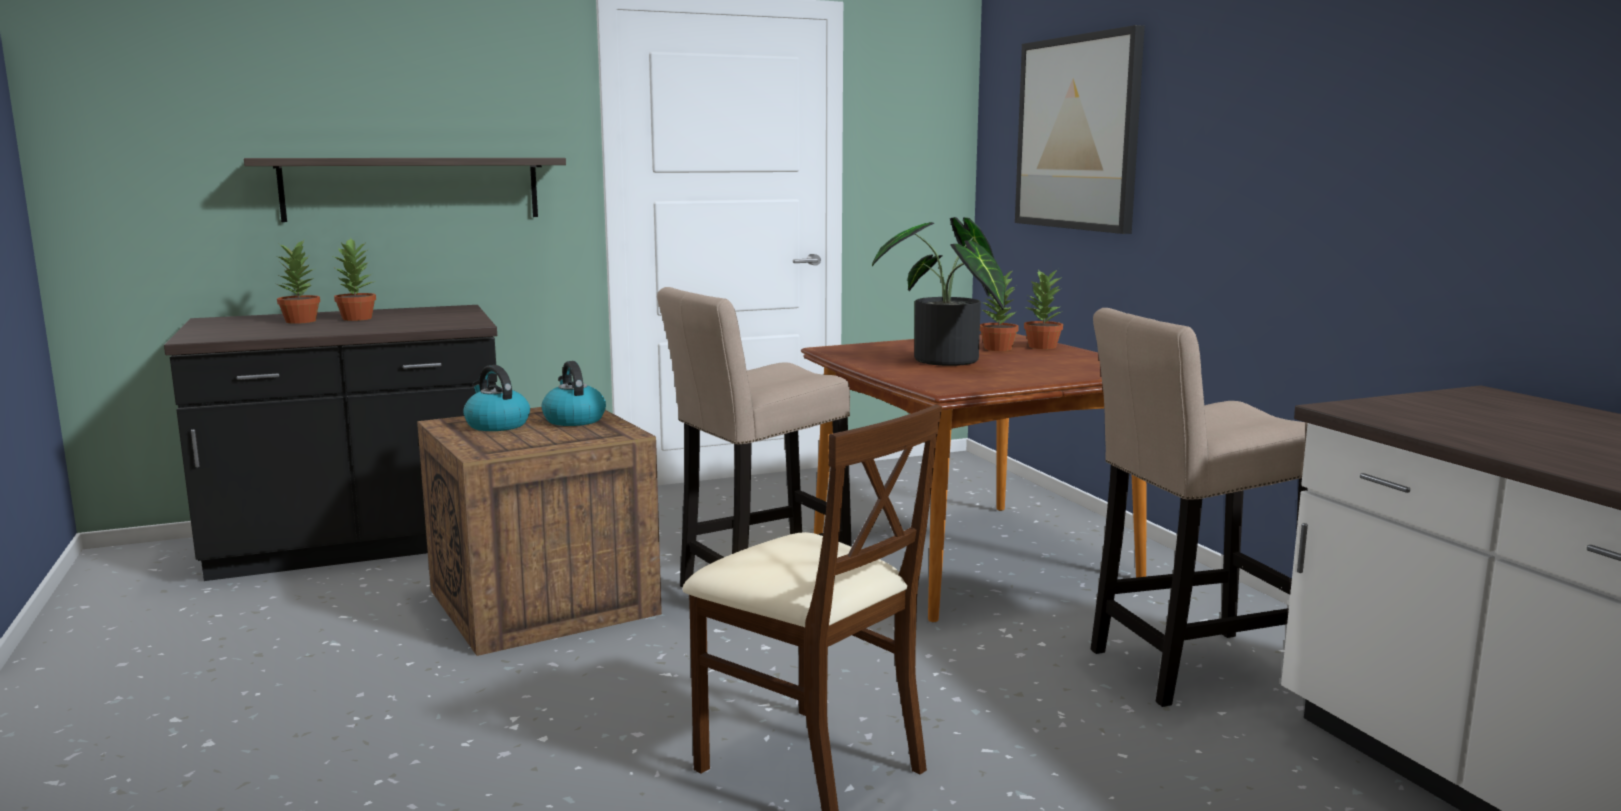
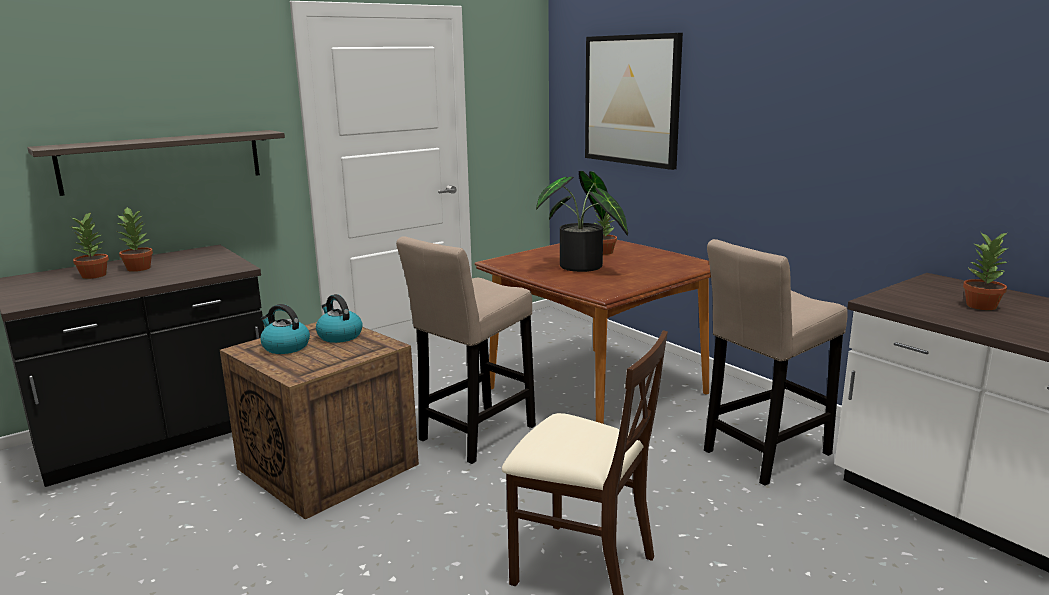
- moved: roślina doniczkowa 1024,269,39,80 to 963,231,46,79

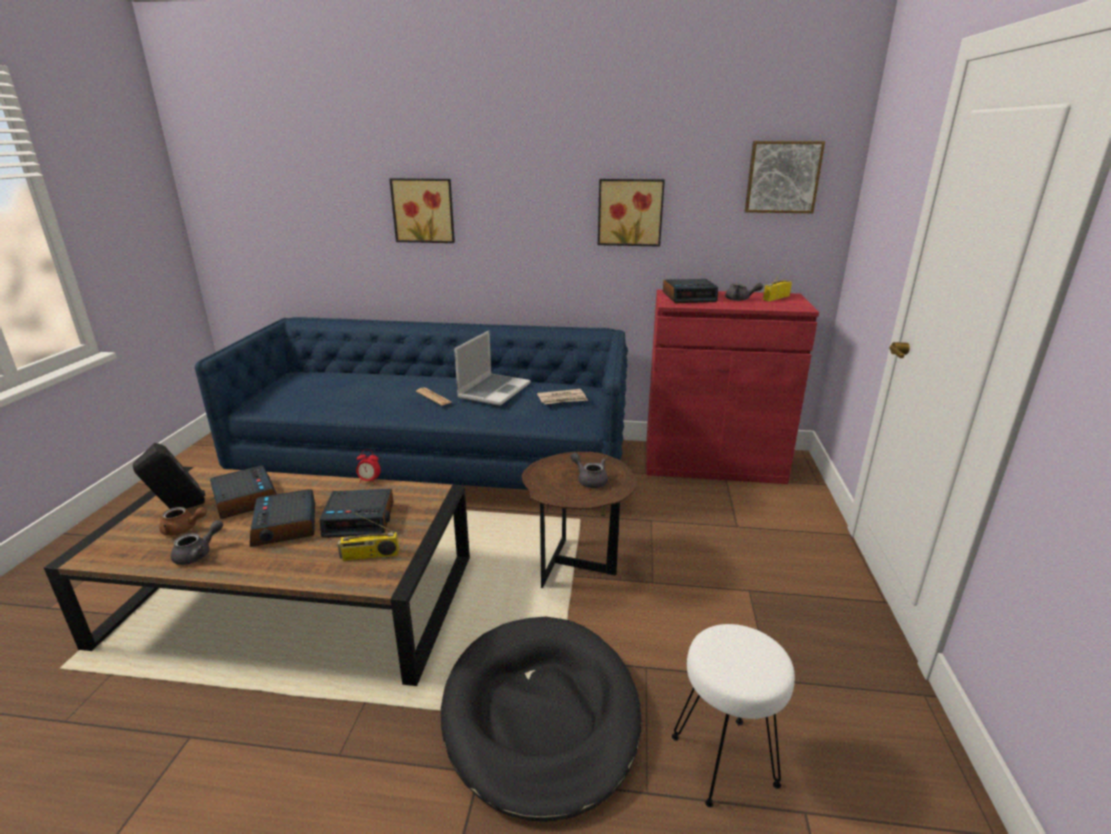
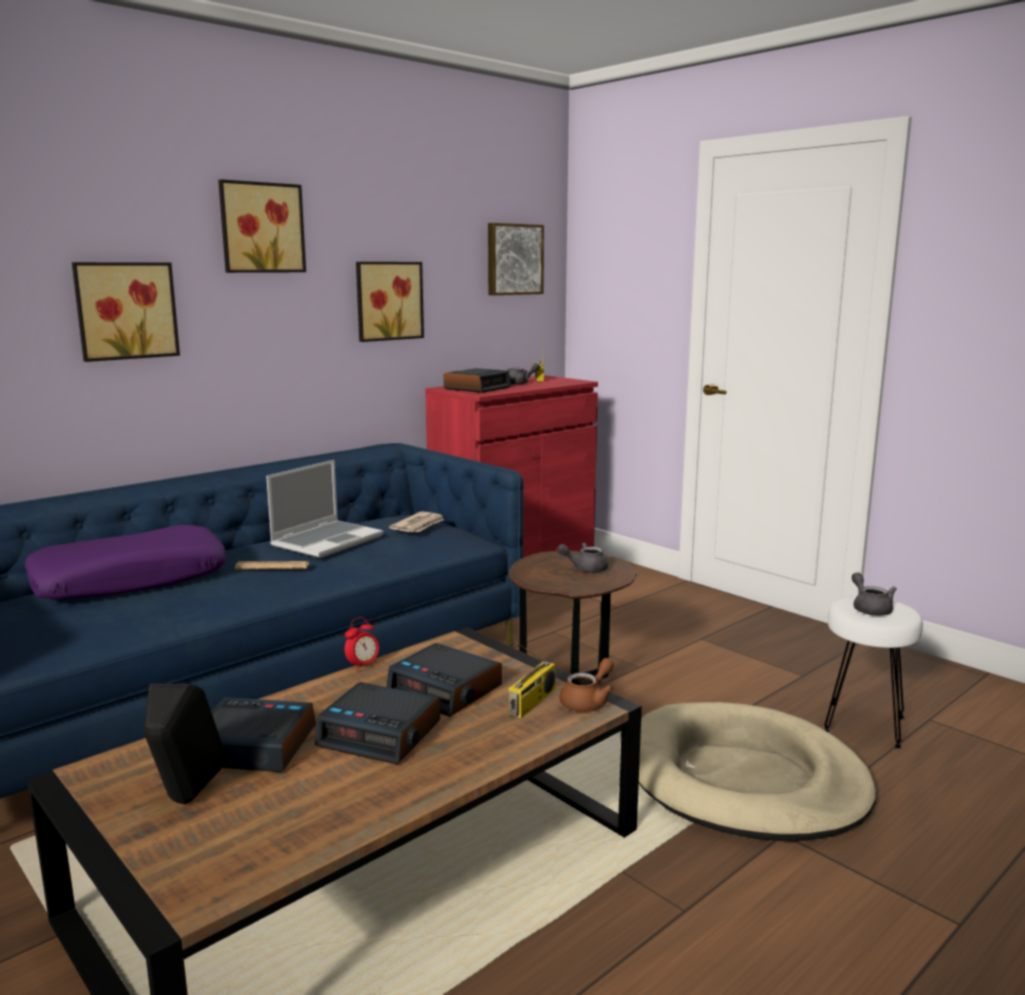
- moved: imbryk (brązowy) 159,507,48,29 to 559,658,55,54
- moved: imbryk (szary) 171,520,52,45 to 852,573,45,43
- turned: budzik 320,489,73,49 = 386,643,116,74 90 degrees clockwise
- recoloured: legowisko (czarny) 441,617,201,205 to legowisko (beżowy) 639,702,237,140
- turned: laptop 454,331,76,75 = 266,460,117,98 60 degrees clockwise
- added: poduszka (fioletowy) 25,525,201,75
- added: obraz 218,179,88,94

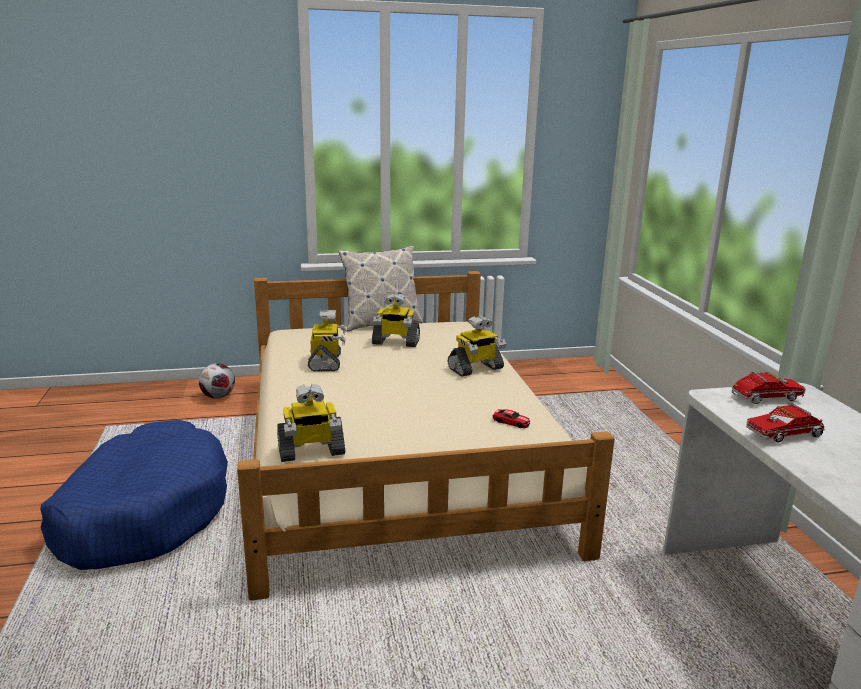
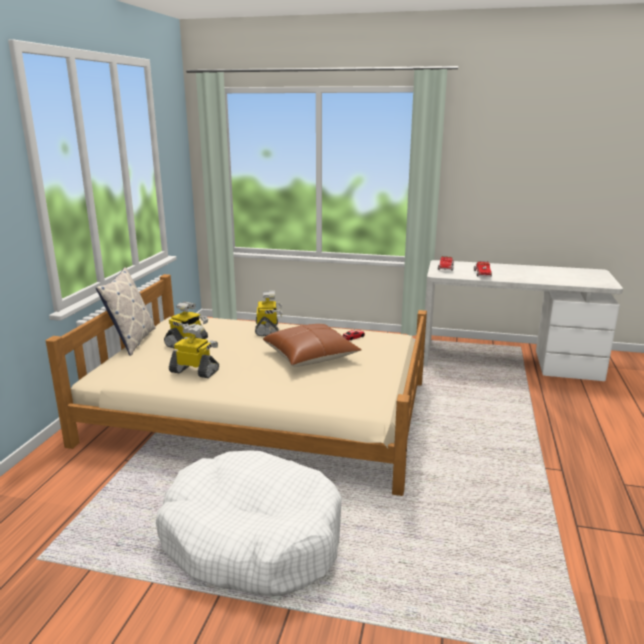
- recoloured: legowisko (niebieski) 40,420,188,150 to legowisko (biały) 156,450,186,146
- removed: piłka futbolowa 199,363,36,36
- removed: robot zabawkowy 277,384,68,78
- added: poduszka (brązowy) 263,324,99,43

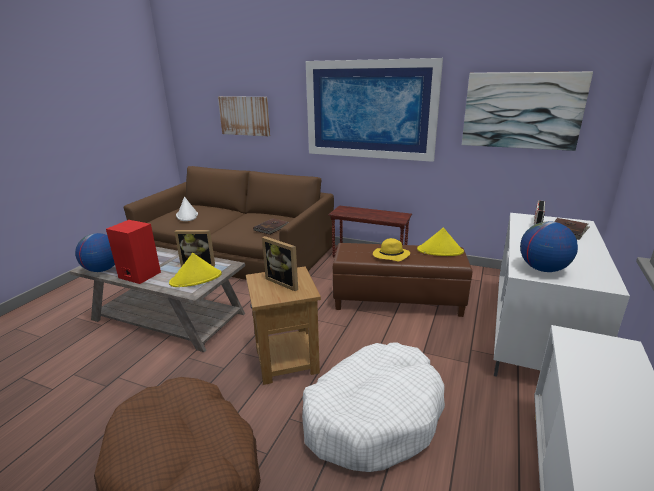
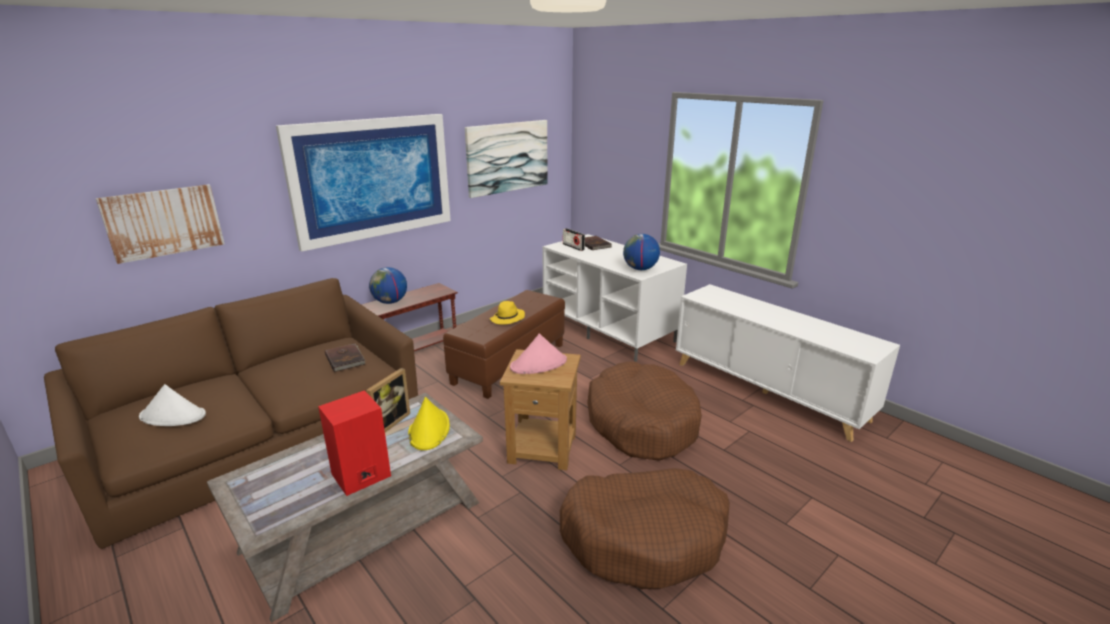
- moved: globus 75,233,40,39 to 369,267,38,37
- replaced: ramka na zdjęcie 262,236,36,55 to kapelusz (różowy) 510,334,57,40
- recoloured: legowisko (biały) 302,342,143,130 to legowisko (brązowy) 587,362,115,99
- removed: kapelusz (żółty) 417,228,47,28

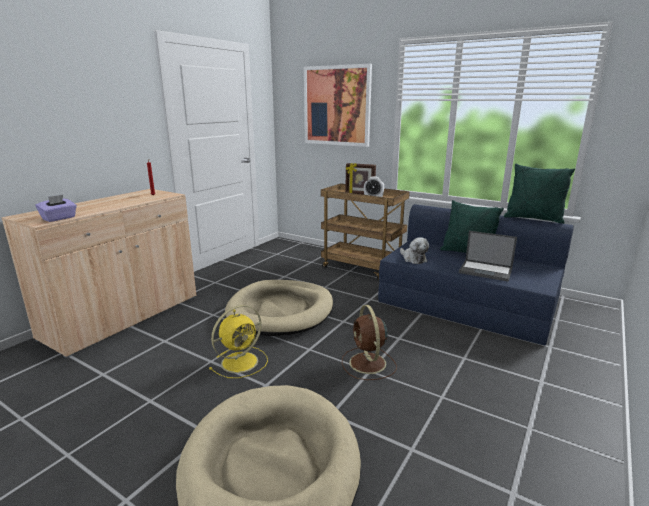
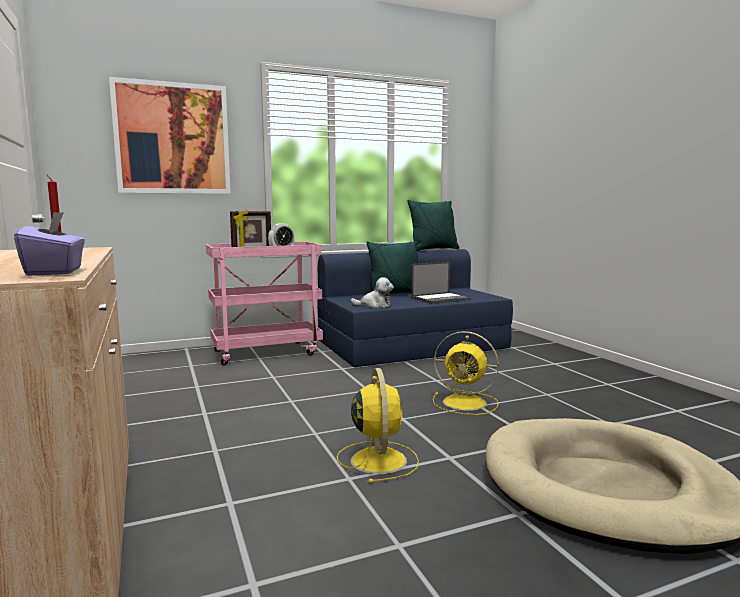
- removed: legowisko (beżowy) 225,280,108,56
- recoloured: wózek (brązowy) 321,183,89,98 to wózek (różowy) 206,242,117,123
- recoloured: wentylator (brązowy) 342,305,55,75 to wentylator (żółty) 433,331,66,84

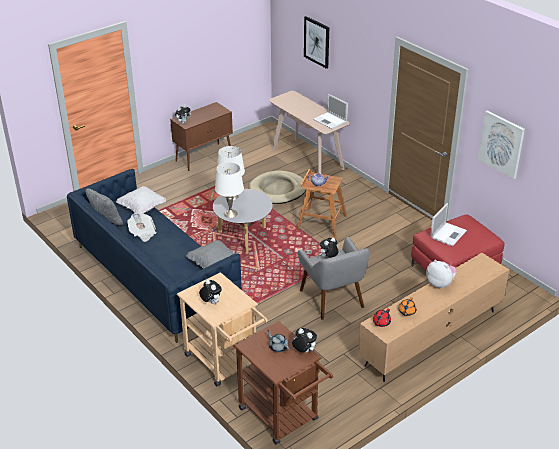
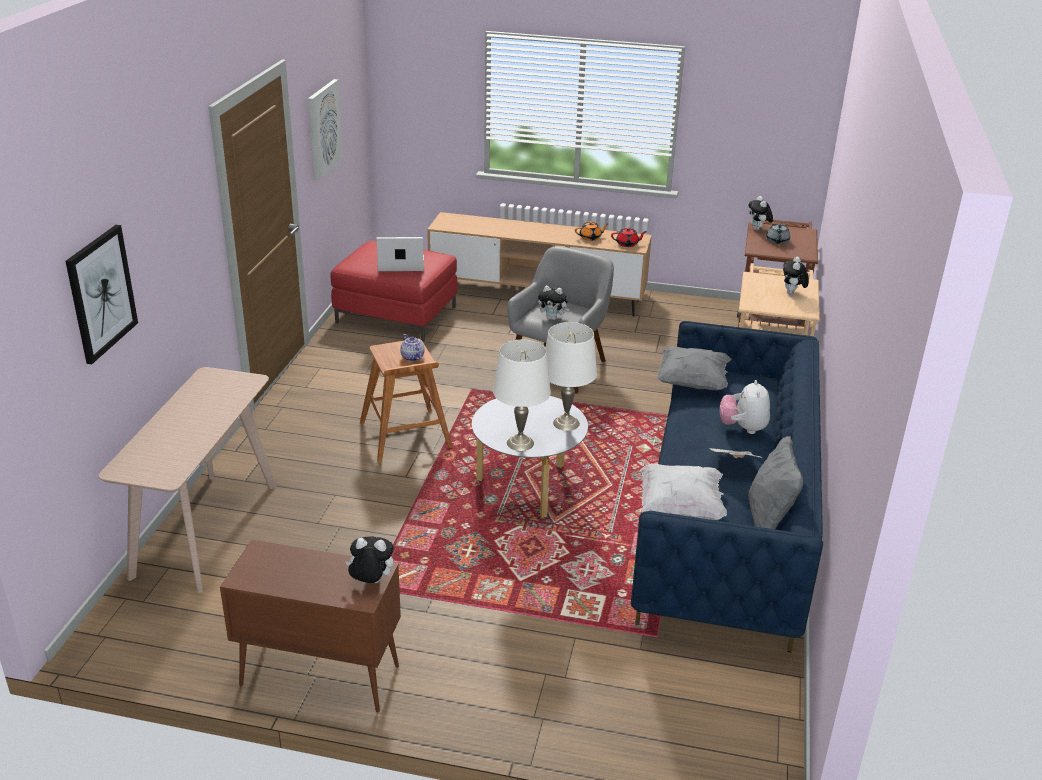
- removed: legowisko (beżowy) 249,171,57,33
- removed: laptop 313,94,35,35
- moved: pluszak 426,260,31,29 to 719,380,51,54

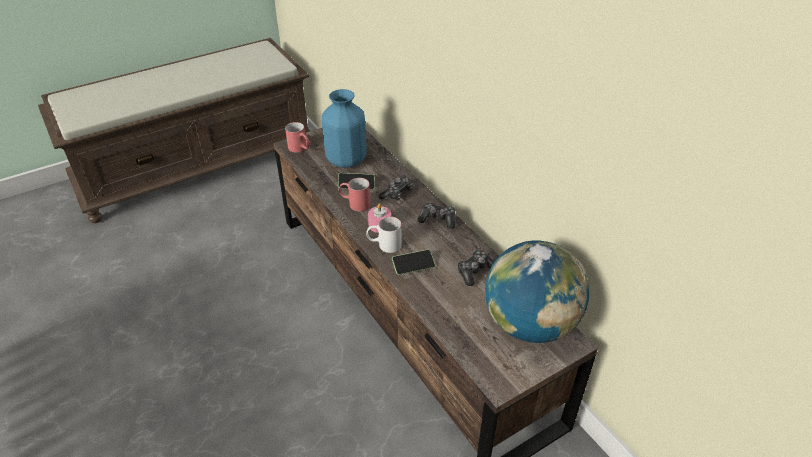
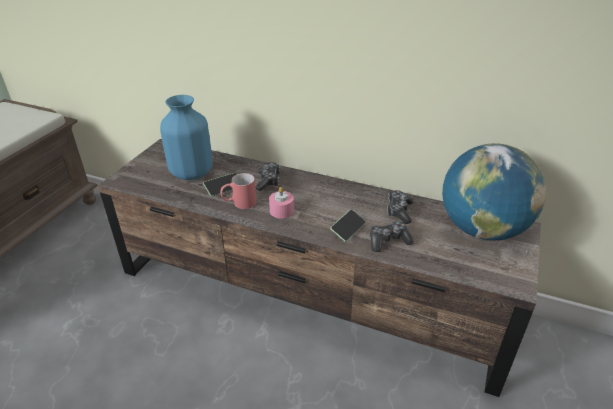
- removed: kubek (czerwony) 285,122,25,31
- removed: kubek (biały) 366,217,35,36
- moved: pad do gier 417,202,38,27 to 370,221,44,31

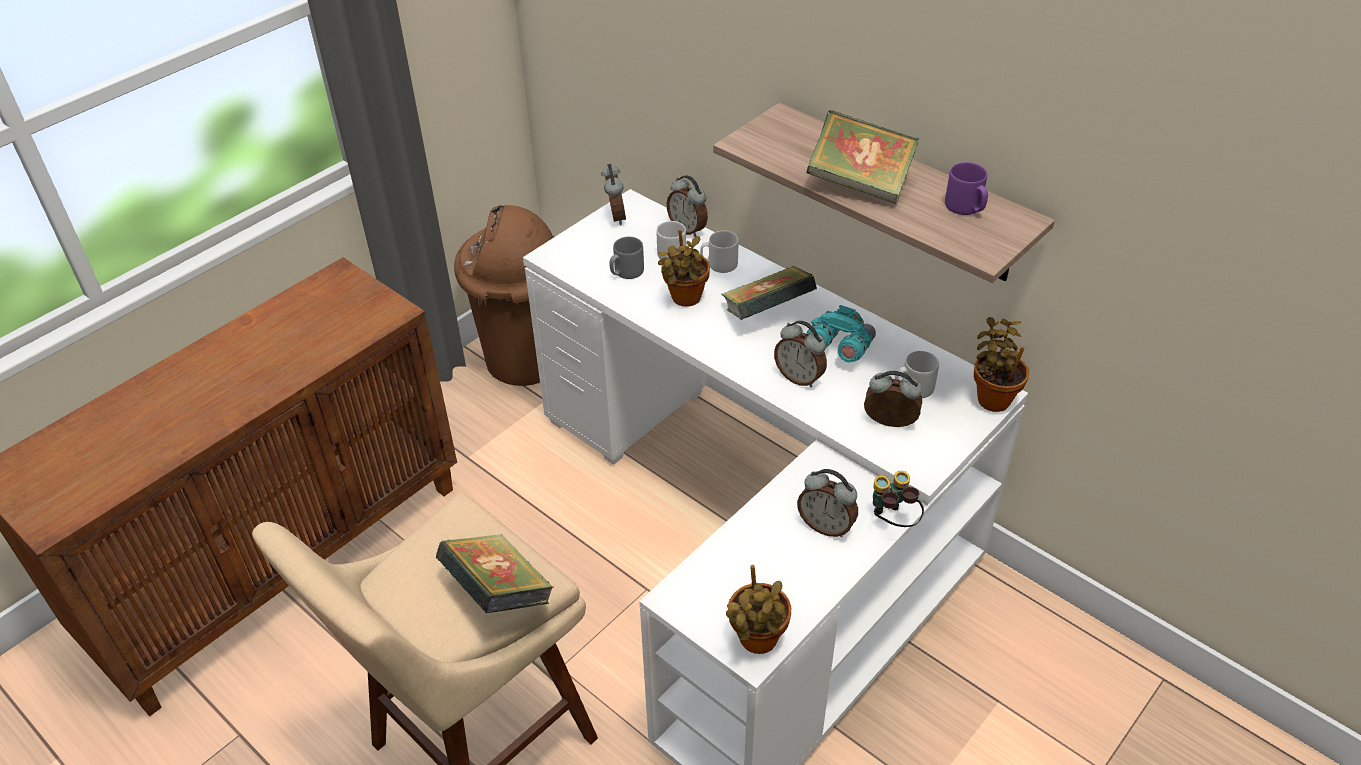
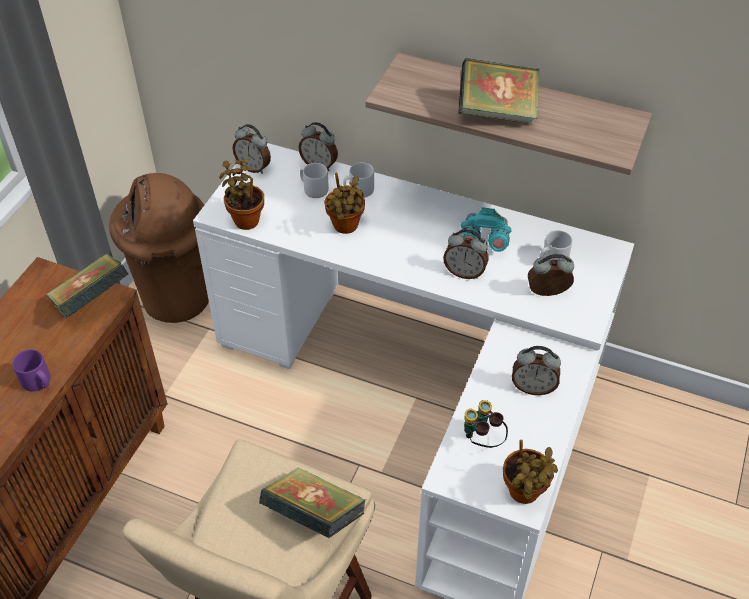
- turned: budzik 601,164,25,61 = 233,124,38,50 150 degrees clockwise
- removed: kubek (szary) 610,237,34,42
- moved: książka 722,266,95,54 to 46,253,83,66
- moved: lornetka 873,471,51,56 to 464,400,44,48
- moved: kubek (fioletowy) 945,162,43,53 to 12,349,38,42
- moved: roślina doniczkowa 974,317,55,95 to 219,159,45,71

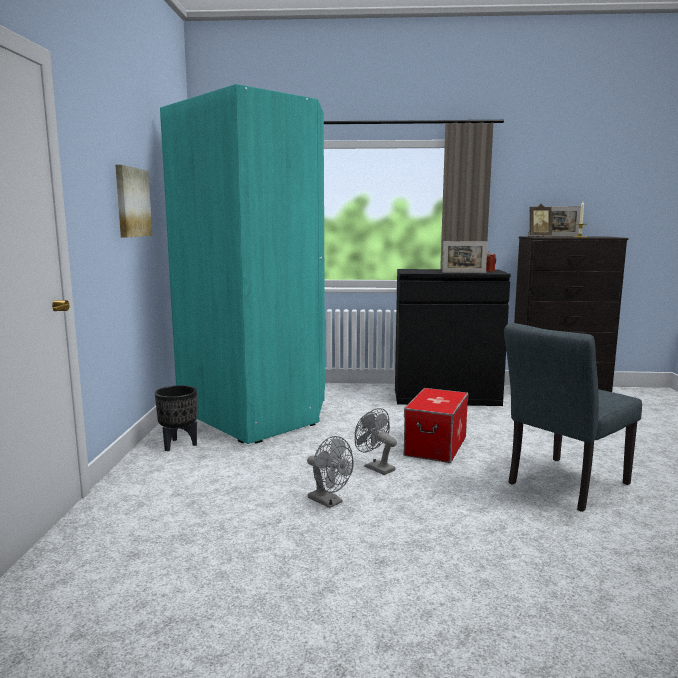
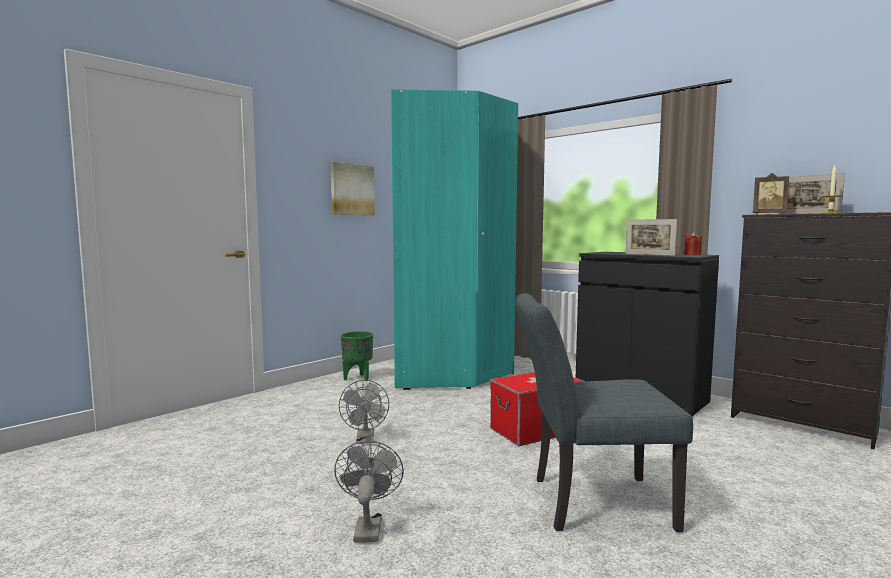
- recoloured: donica (czarny) 155,385,42,66 to donica (zielony) 341,331,32,49
- moved: wentylator (szary) 355,408,42,67 to 334,441,70,101

